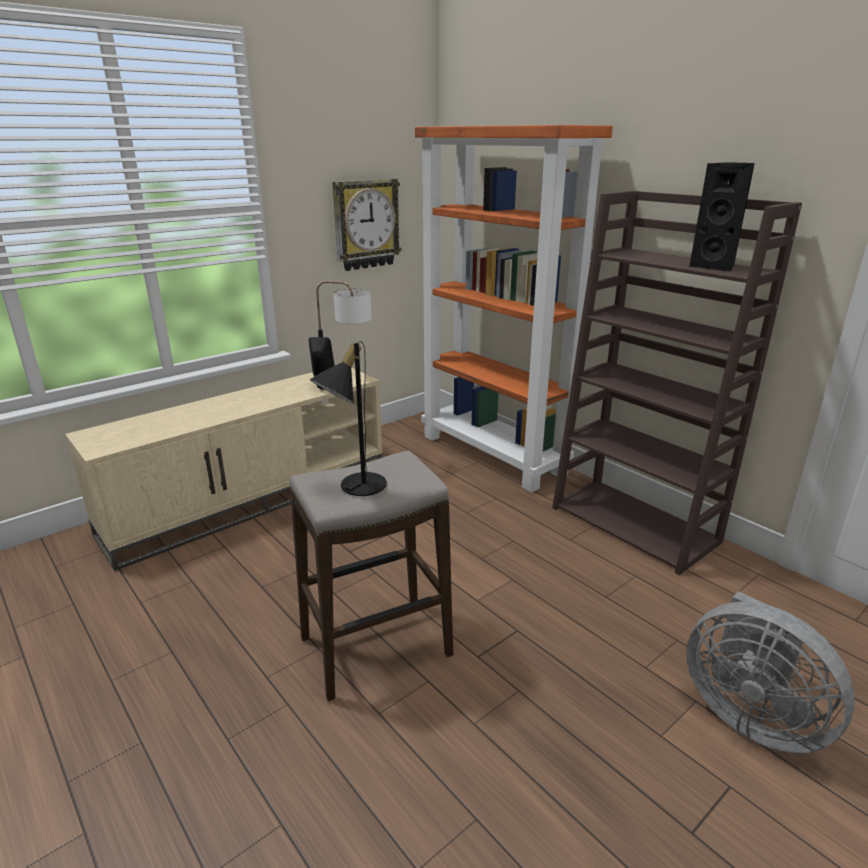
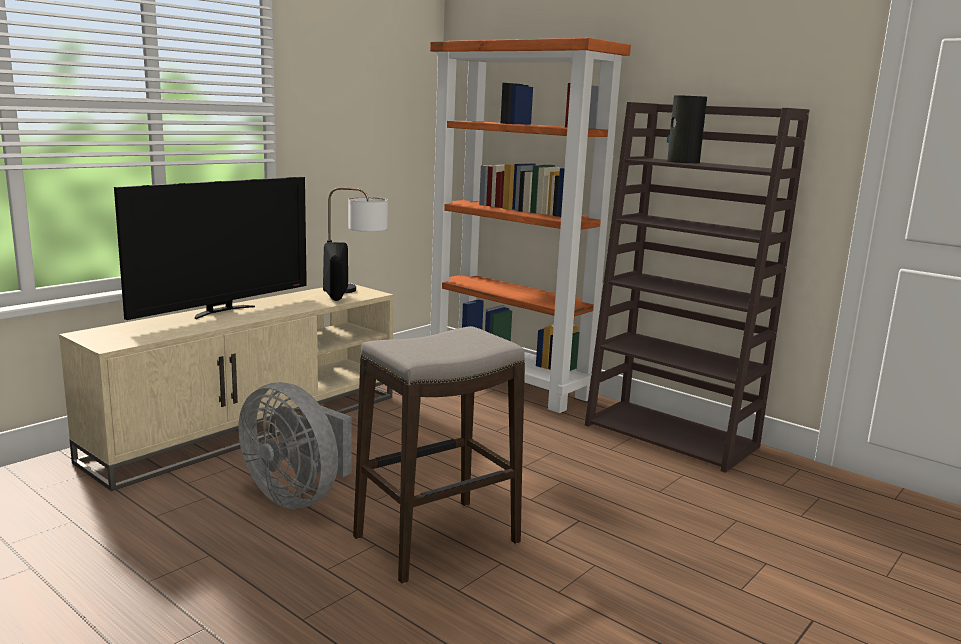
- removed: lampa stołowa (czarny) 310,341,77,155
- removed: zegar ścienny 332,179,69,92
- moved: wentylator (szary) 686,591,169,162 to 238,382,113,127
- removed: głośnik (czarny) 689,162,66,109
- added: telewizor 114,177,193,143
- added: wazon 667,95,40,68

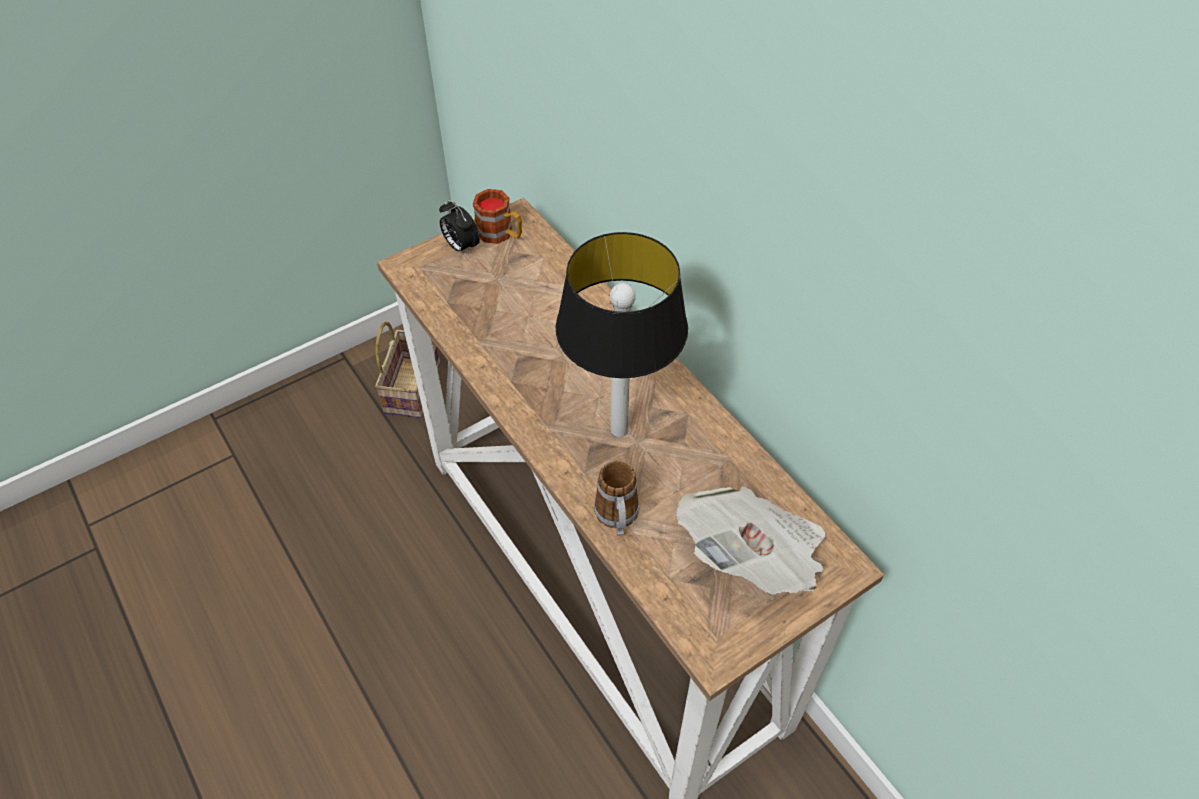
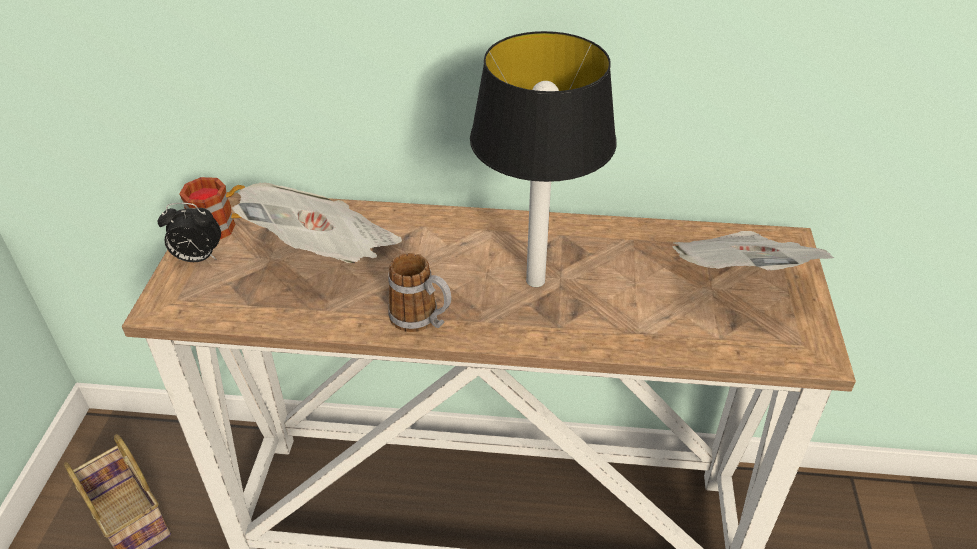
- moved: kubek 594,461,45,75 to 388,253,63,79
- added: gazeta 232,182,170,81

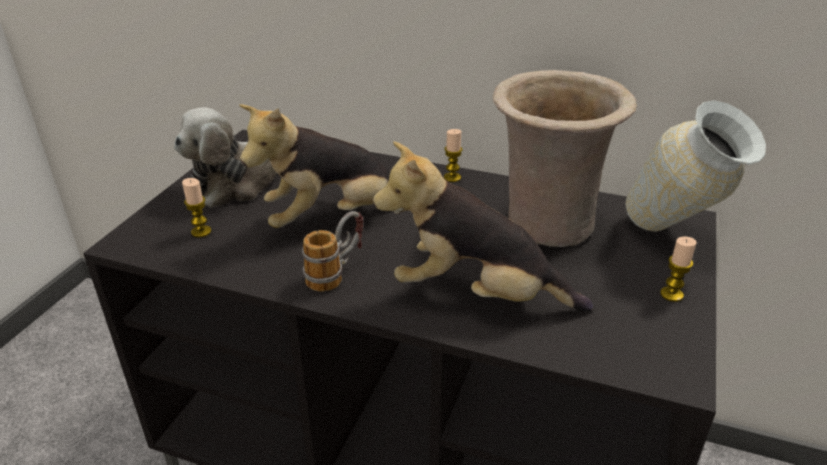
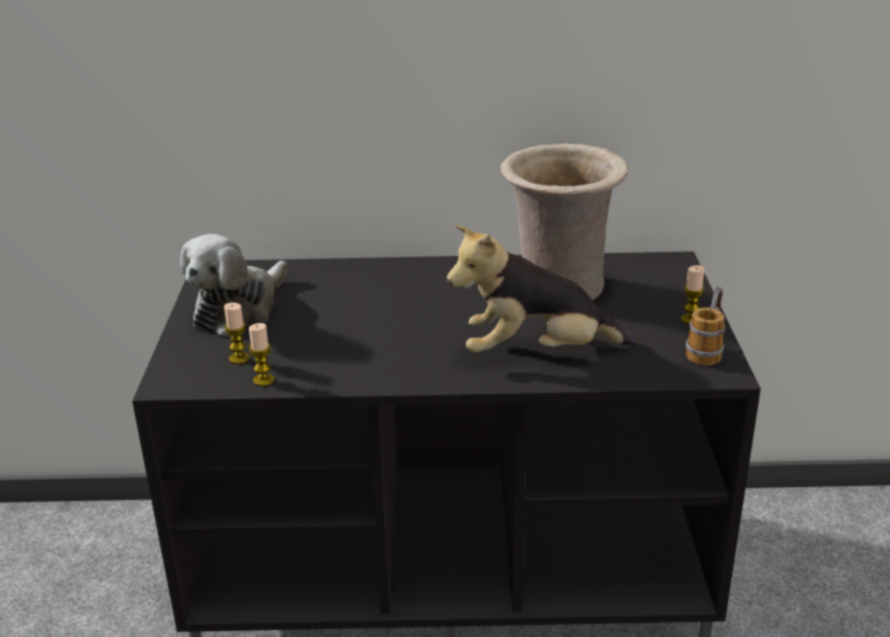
- removed: pluszak 239,104,152,124
- moved: kubek 302,211,61,81 to 686,286,39,80
- moved: świeca 444,129,19,53 to 249,323,25,63
- removed: wazon 625,100,141,132

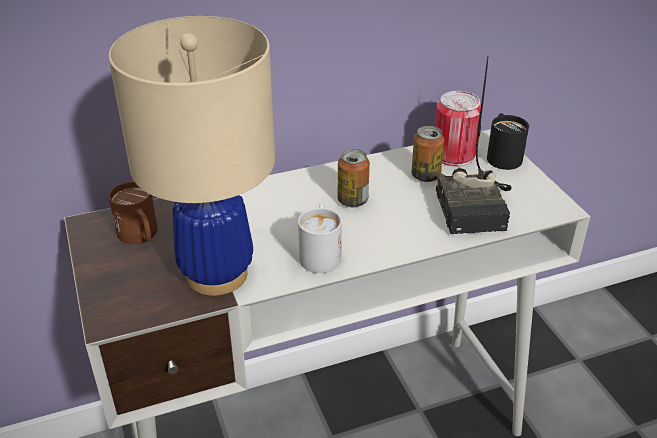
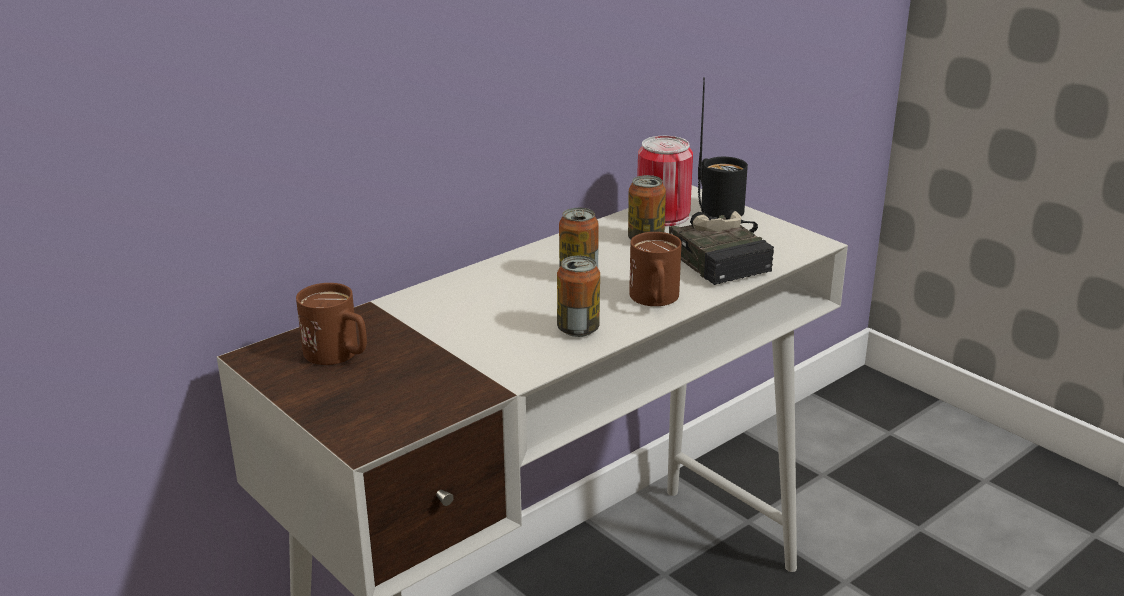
- removed: lampa stołowa (beżowy) 108,16,167,280
- replaced: kubek (biały) 298,203,44,70 to puszka 557,256,43,81
- added: kubek (brązowy) 629,232,53,74

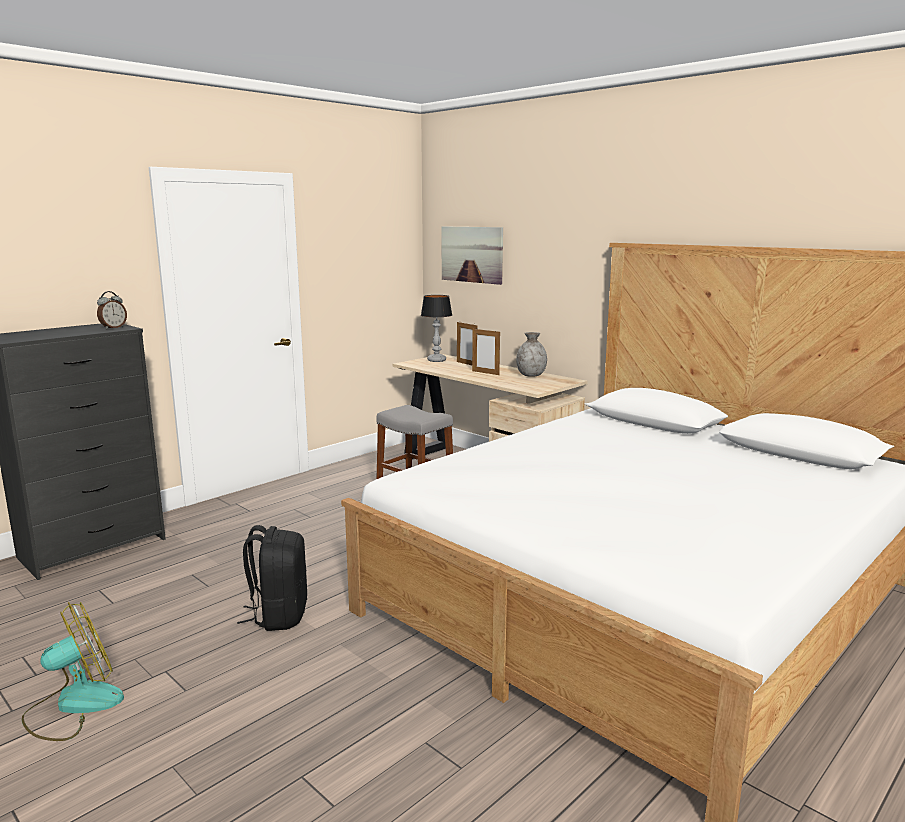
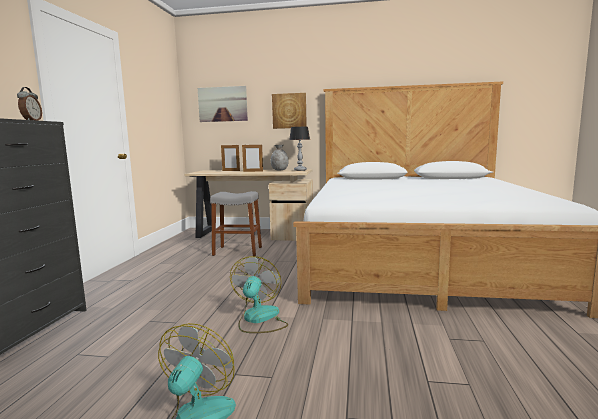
- replaced: plecak (czarny) 237,525,70,106 to wentylator 230,256,58,77
- moved: lampa stołowa 421,295,31,67 to 289,127,21,44
- added: obraz 272,93,35,36

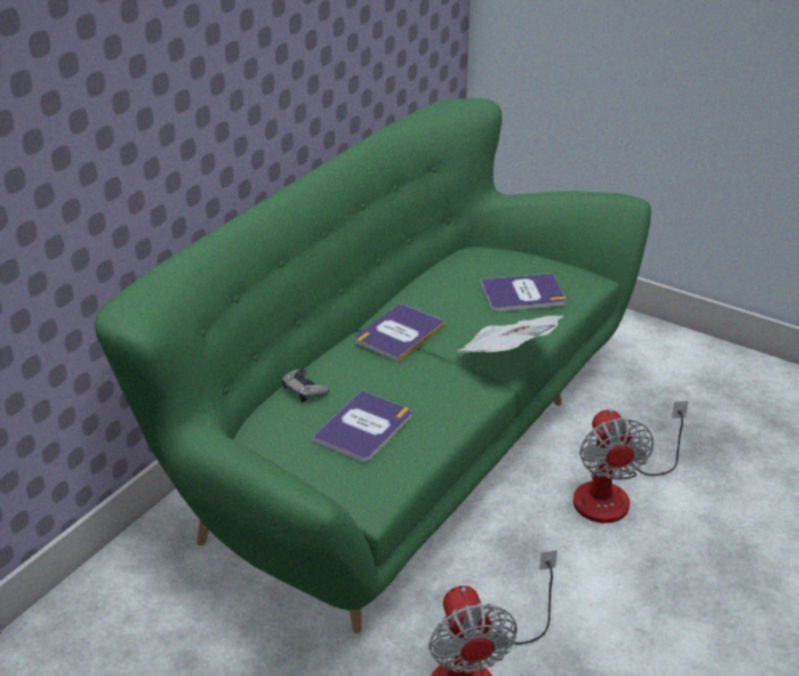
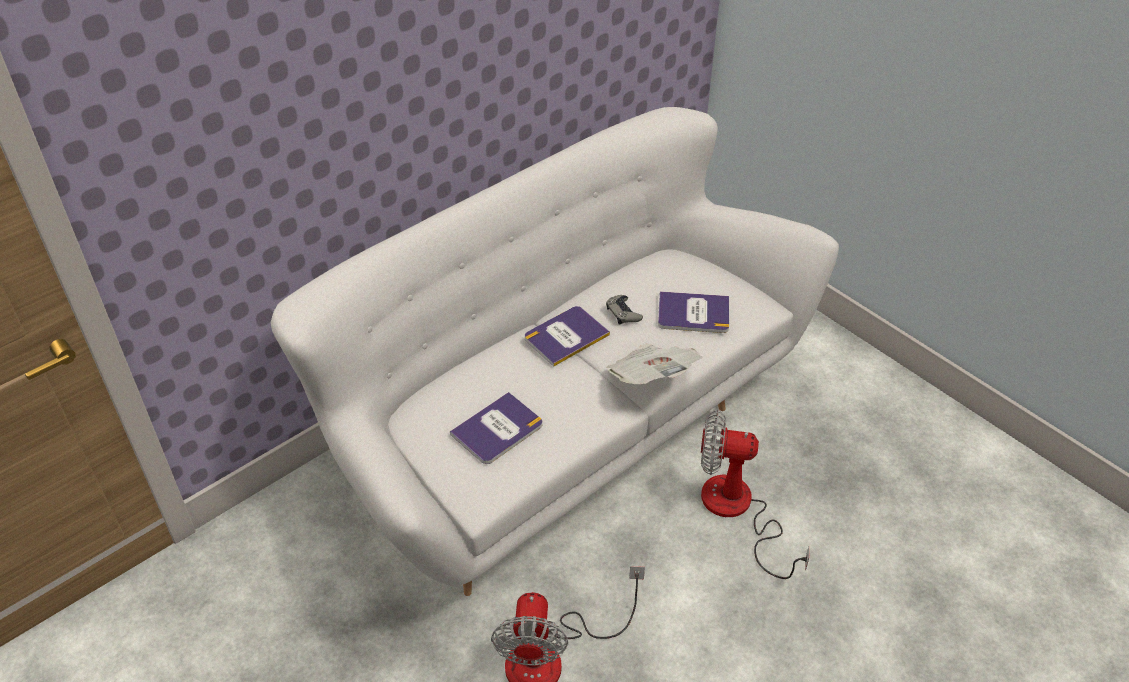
- recoloured: kanapa (zielony) 95,98,556,535 to kanapa (biały) 271,107,568,489
- moved: pad do gier (szary) 282,369,47,33 to 606,295,37,30
- turned: wentylator 573,401,116,122 = 701,410,108,169 90 degrees clockwise

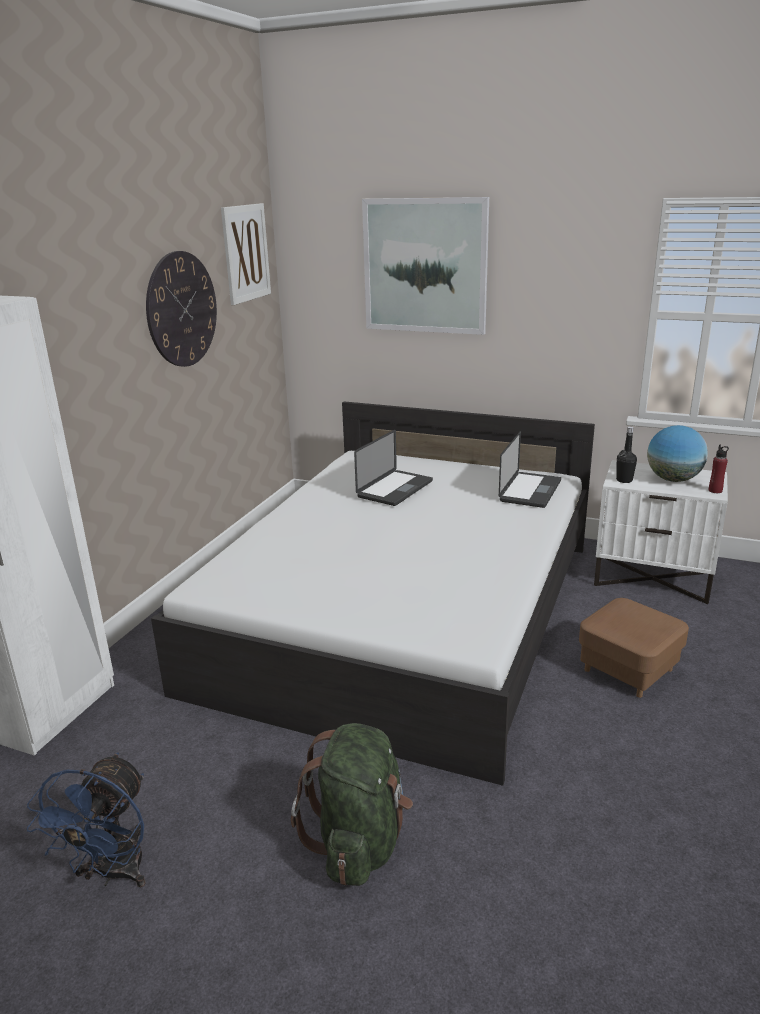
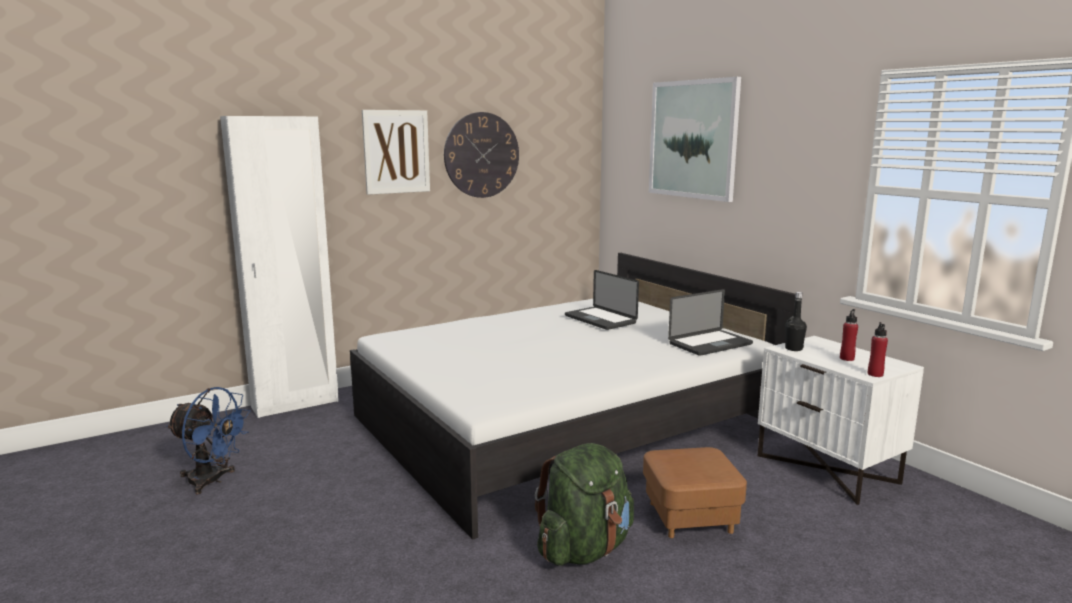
- turned: wentylator (niebieski) 27,752,119,136 = 166,387,85,107 120 degrees counterclockwise
- moved: obraz 221,203,50,102 to 362,110,68,85
- moved: plecak (zielony) 291,723,122,163 to 535,443,99,123
- turned: laptop 354,430,79,76 = 565,270,74,60 75 degrees clockwise
- replaced: globus 647,425,61,57 to butelka (czerwony) 840,309,18,52

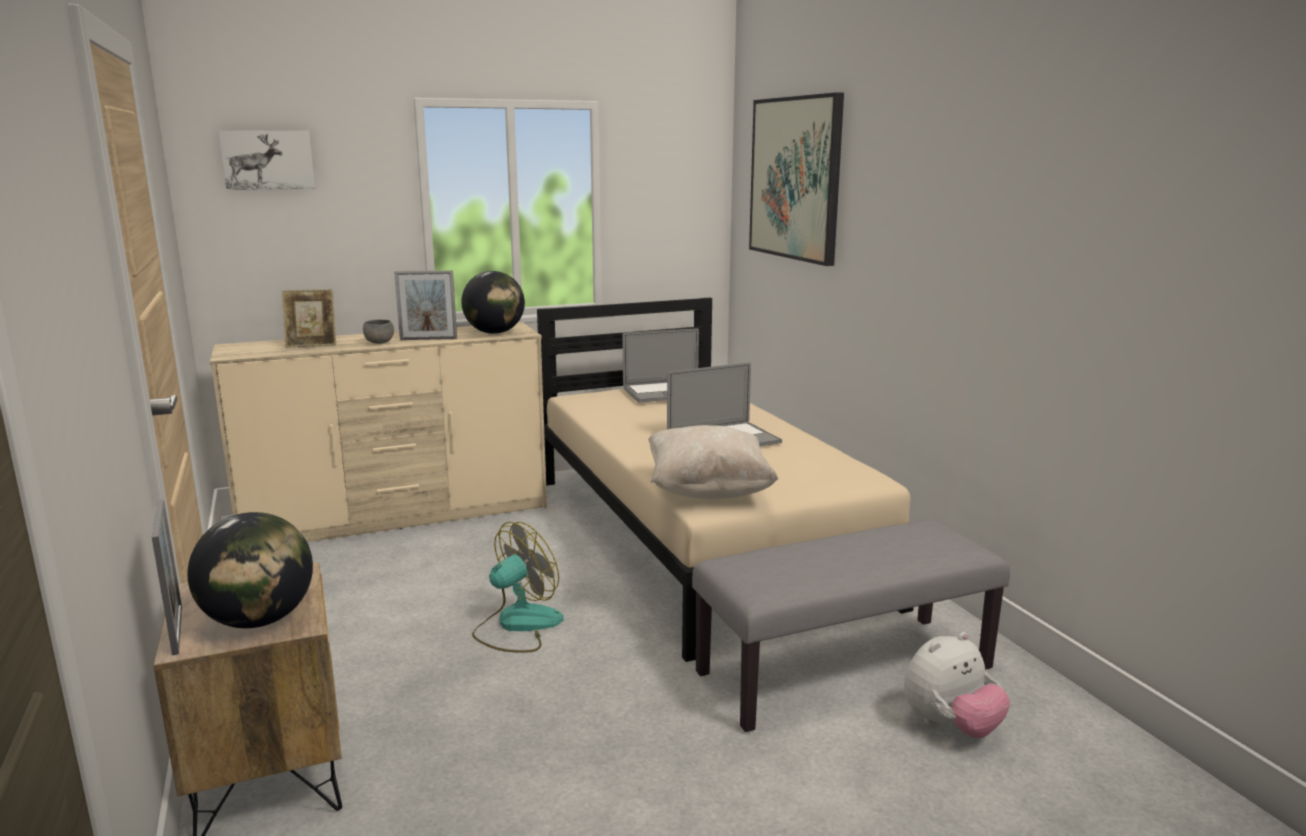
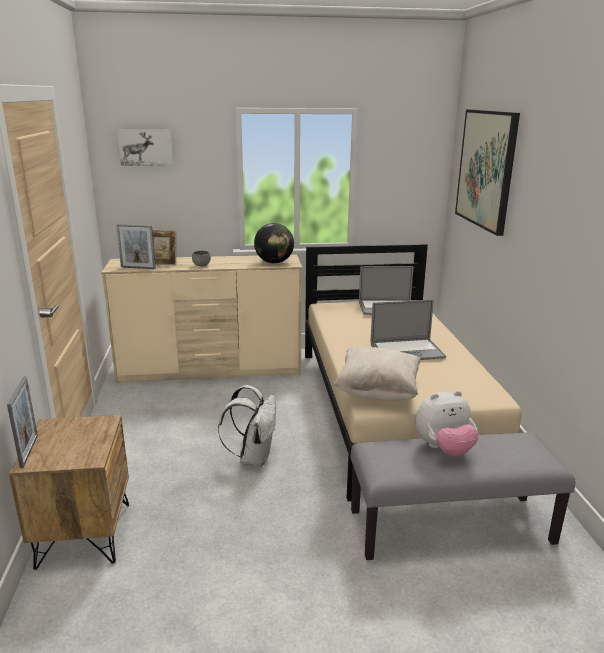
- removed: globus 187,512,126,116
- moved: ramka na zdjęcie 394,271,63,69 to 116,224,40,45
- replaced: wentylator 472,522,92,131 to plecak (biały) 218,385,58,82
- moved: pluszak 904,632,106,106 to 415,391,63,66

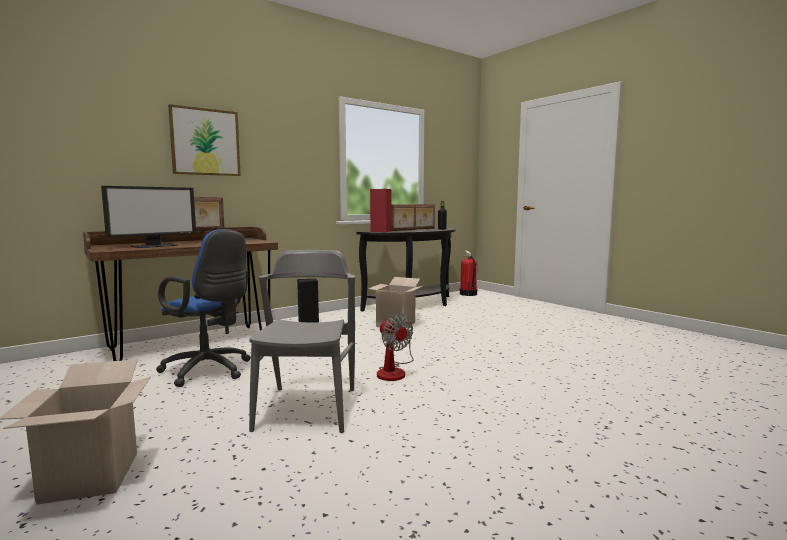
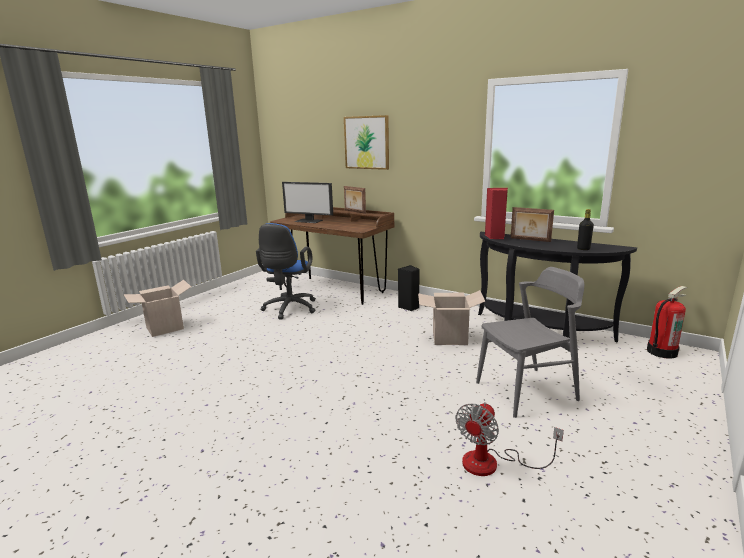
- moved: krzesło (szary) 249,250,107,183 to 476,267,108,151
- moved: wentylator 377,314,37,67 to 456,402,108,74
- removed: ramka na zdjęcie 415,204,20,26

